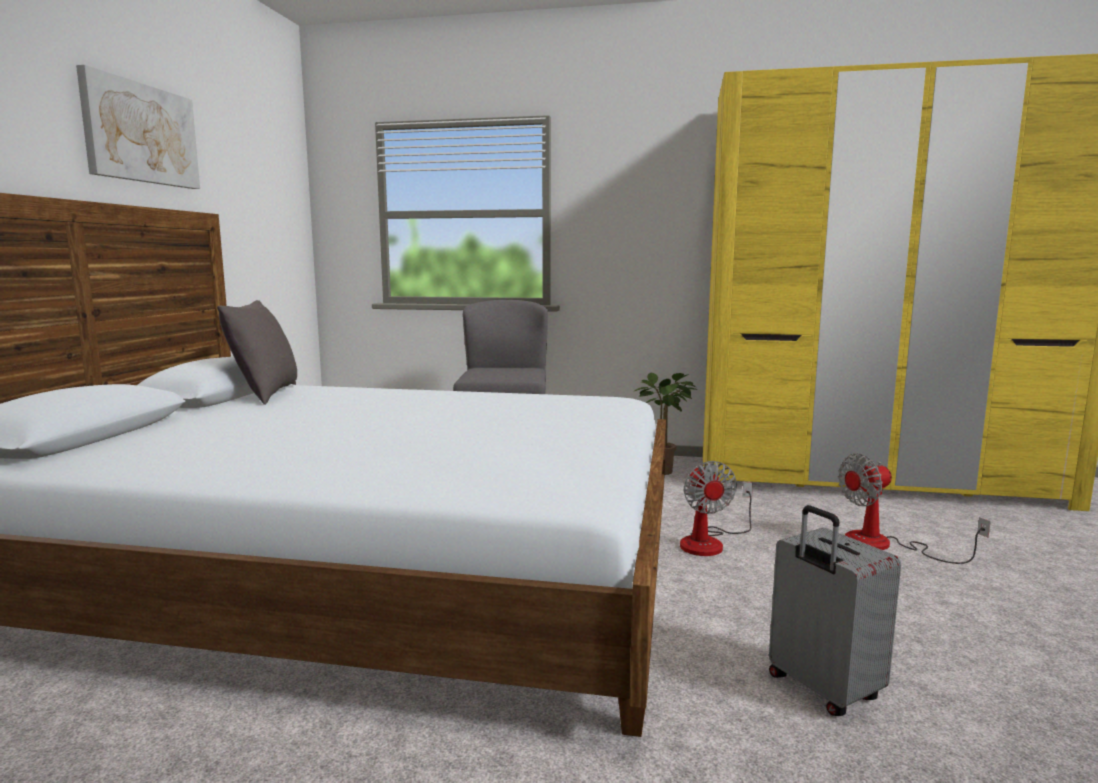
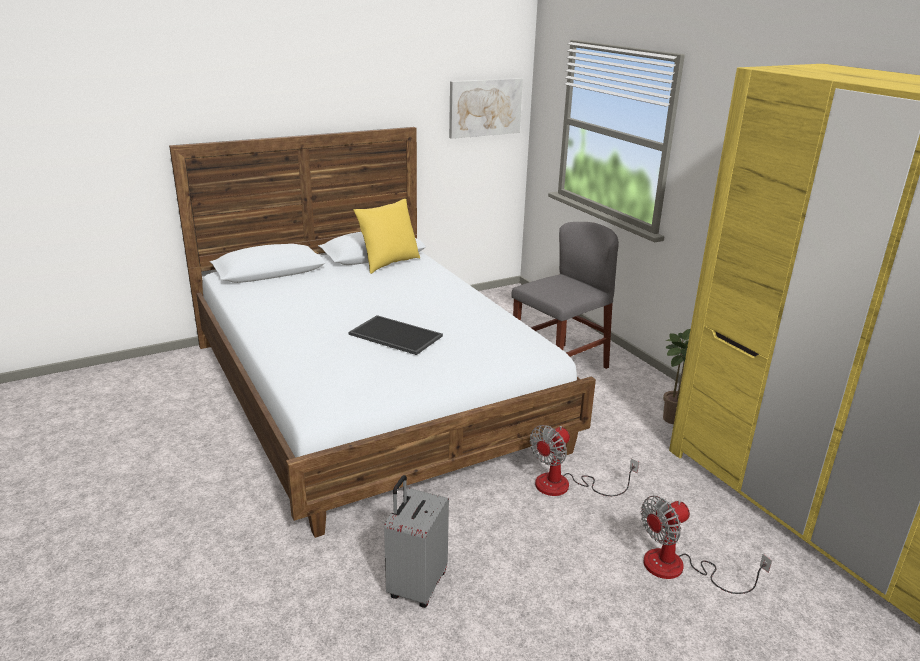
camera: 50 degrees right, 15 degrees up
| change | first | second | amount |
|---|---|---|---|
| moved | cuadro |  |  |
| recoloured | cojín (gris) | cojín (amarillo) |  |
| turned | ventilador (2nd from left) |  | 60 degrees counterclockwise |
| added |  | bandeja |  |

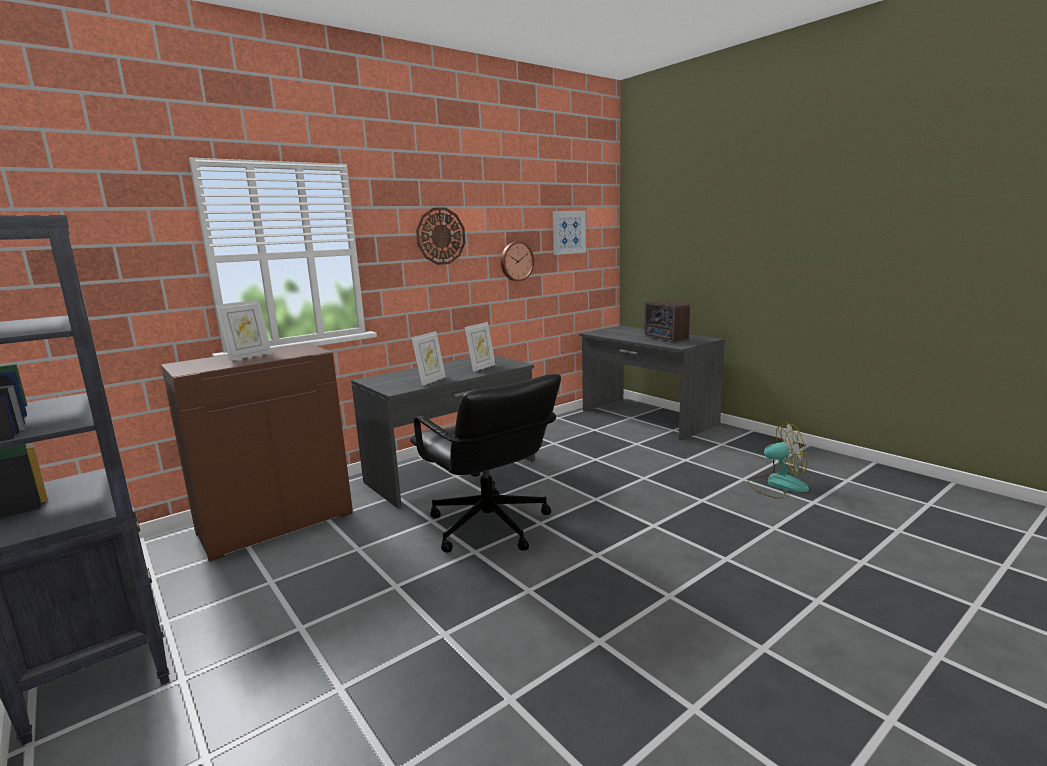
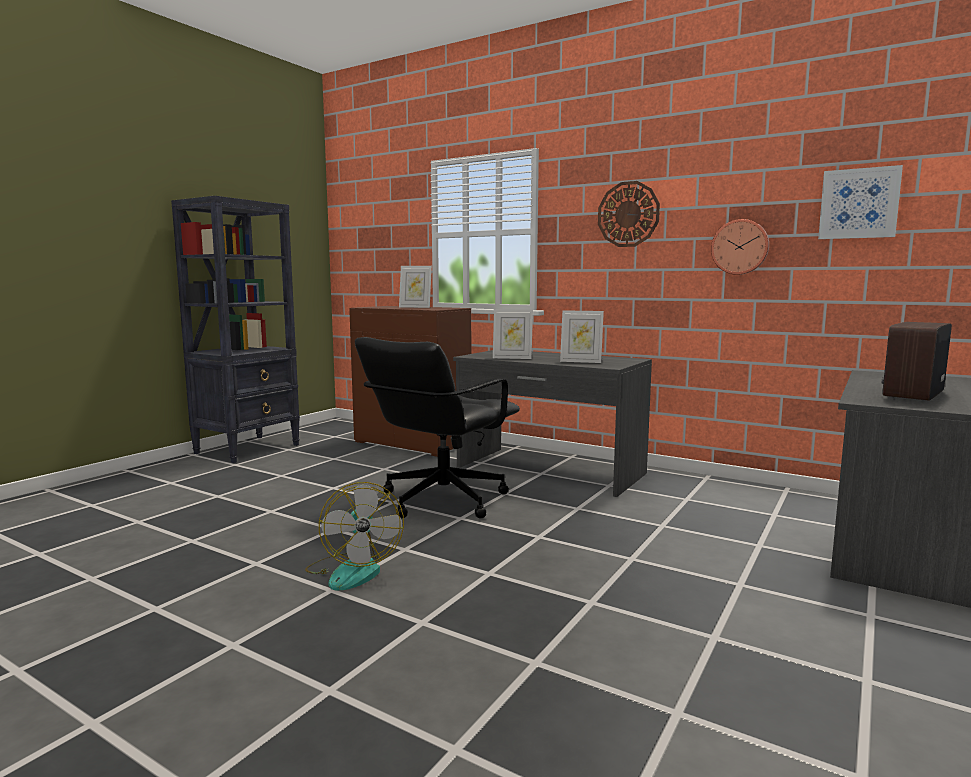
camera: 70 degrees right, 5 degrees down
| change | first | second | amount |
|---|---|---|---|
| moved | ventilador |  |  |

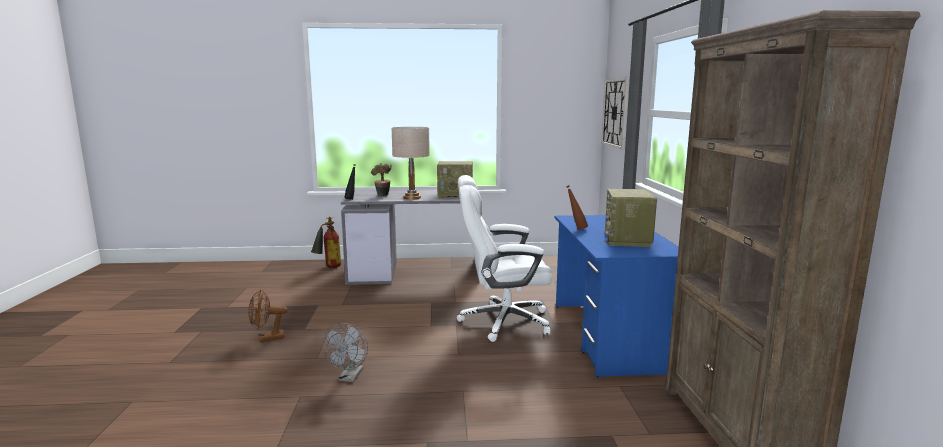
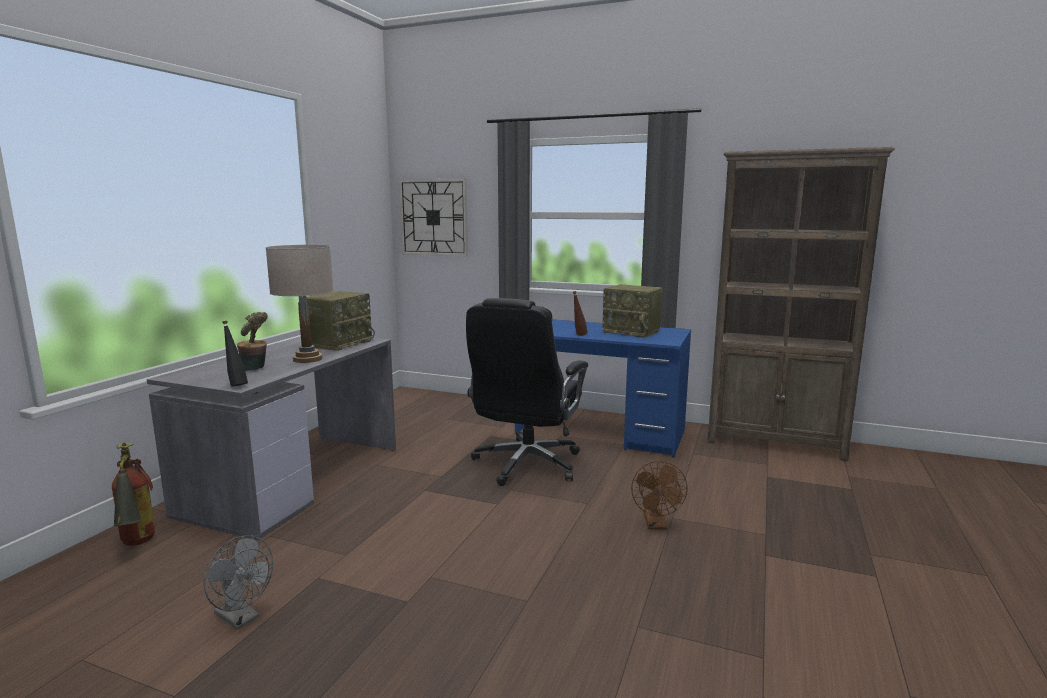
camera: 65 degrees left, 0 degrees up
| change | first | second | amount |
|---|---|---|---|
| moved | ventilador (marrón) |  |  |
| moved | ventilador (gris) |  |  |
| recoloured | silla de oficina (blanco) | silla de oficina (negro) |  |

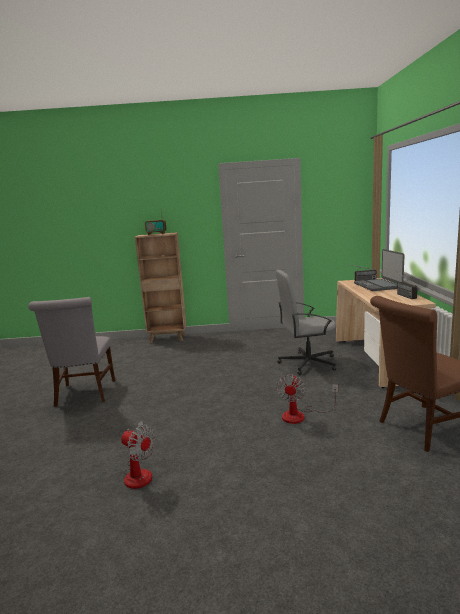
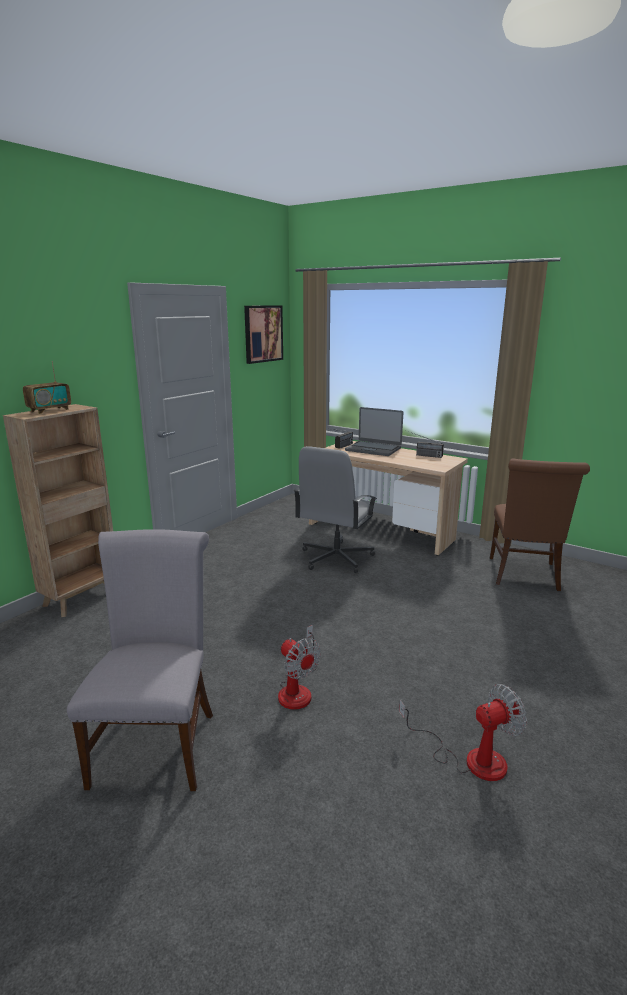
camera: 55 degrees left, 5 degrees up
| change | first | second | amount |
|---|---|---|---|
| turned | silla (gris) |  | 120 degrees counterclockwise |
| moved | ventilador (2nd from left in the first image) | ventilador (1st from left) |  |
| added |  | cuadro |  |

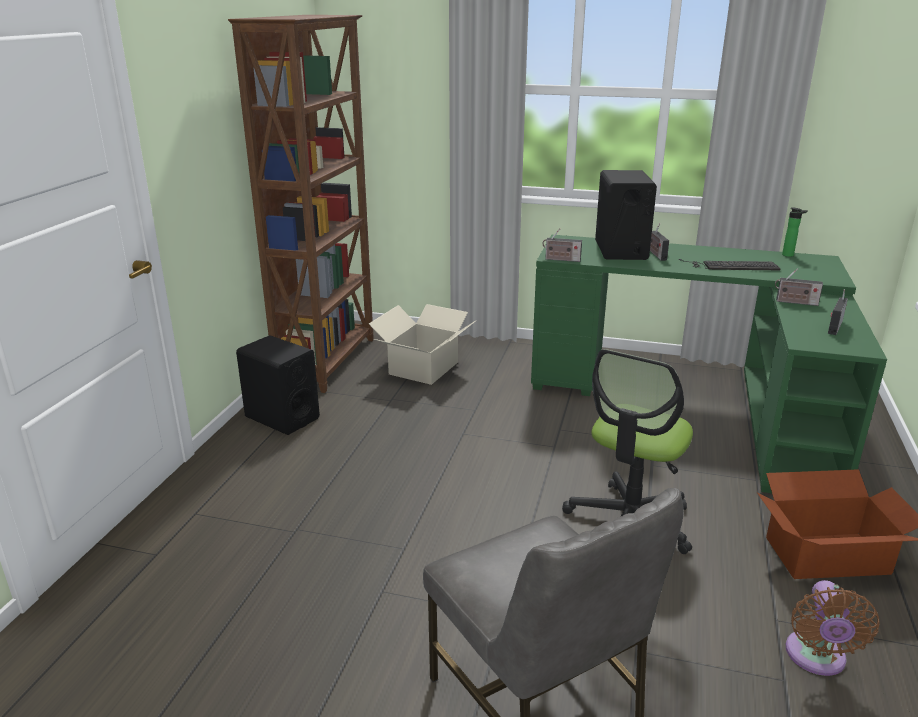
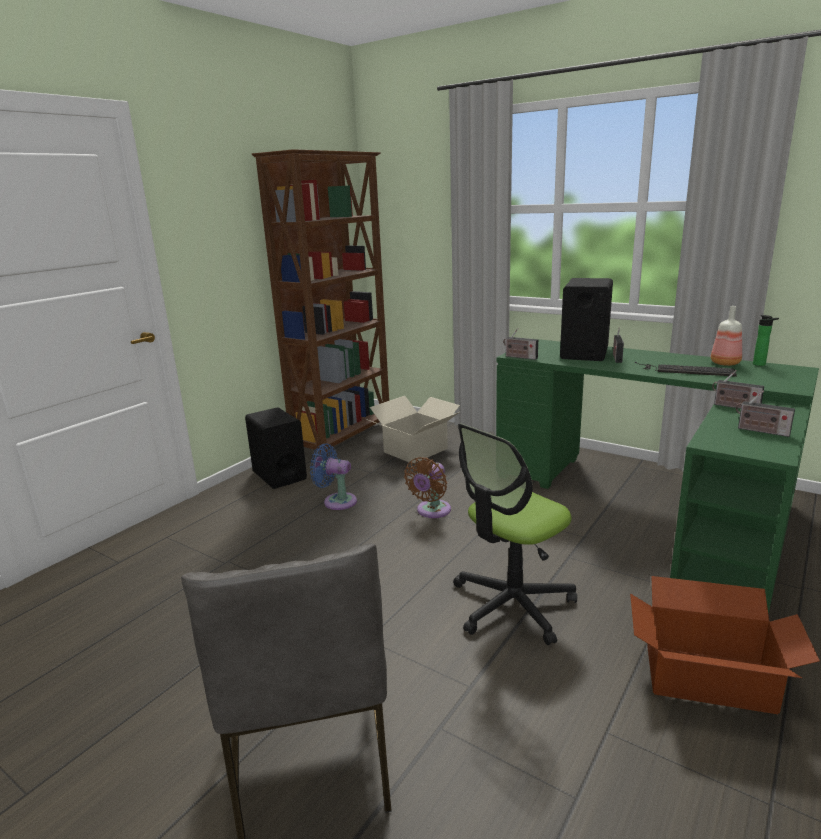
camera: 20 degrees right, 5 degrees down
| change | first | second | amount |
|---|---|---|---|
| moved | ventilador (marrón) |  |  |
| turned | radio (4th from left) |  | 105 degrees counterclockwise |
| added |  | ventilador (azul) |  |
| added |  | botella (1st from left) |  |

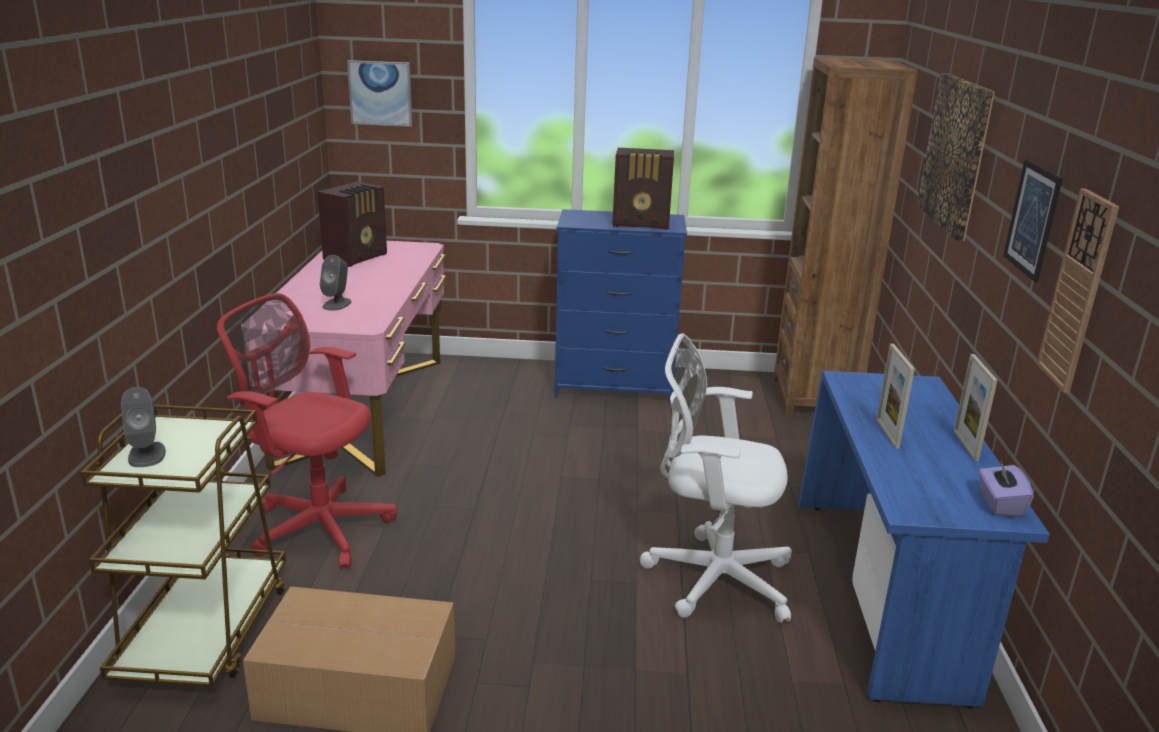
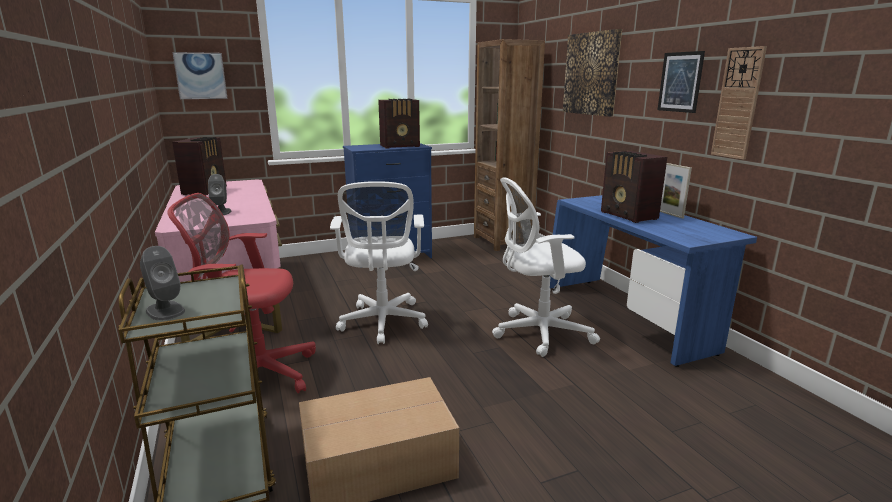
camera: 25 degrees left, 5 degrees down
| change | first | second | amount |
|---|---|---|---|
| replaced | portarretratos (1st from left) | radio (3rd from left) |  |
| removed | caja de pañuelos (morado) |  |  |
| added |  | silla de oficina (blanco) (1st from left) |  |

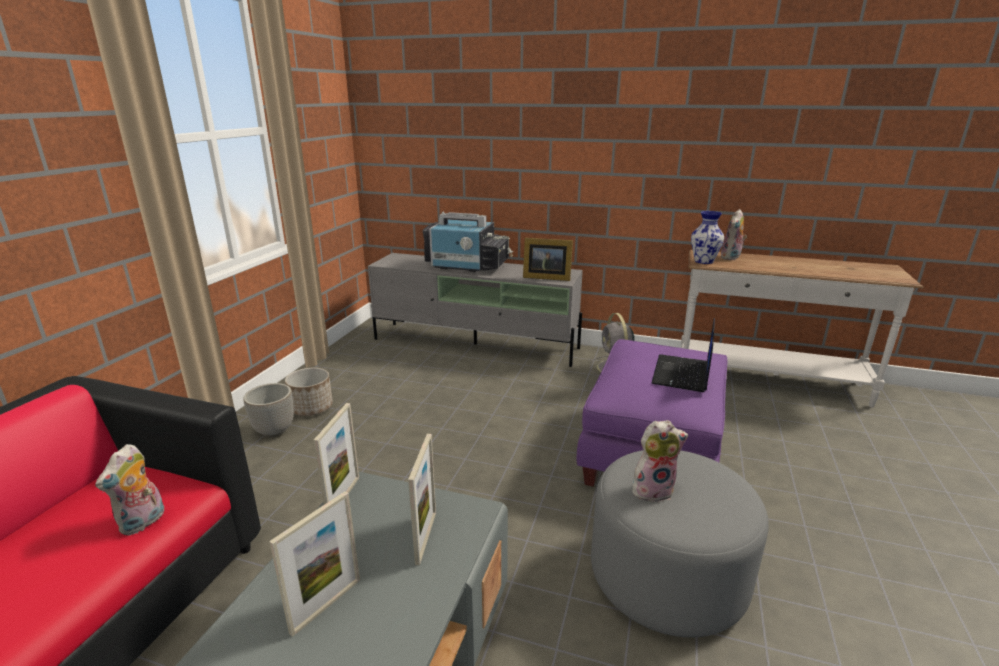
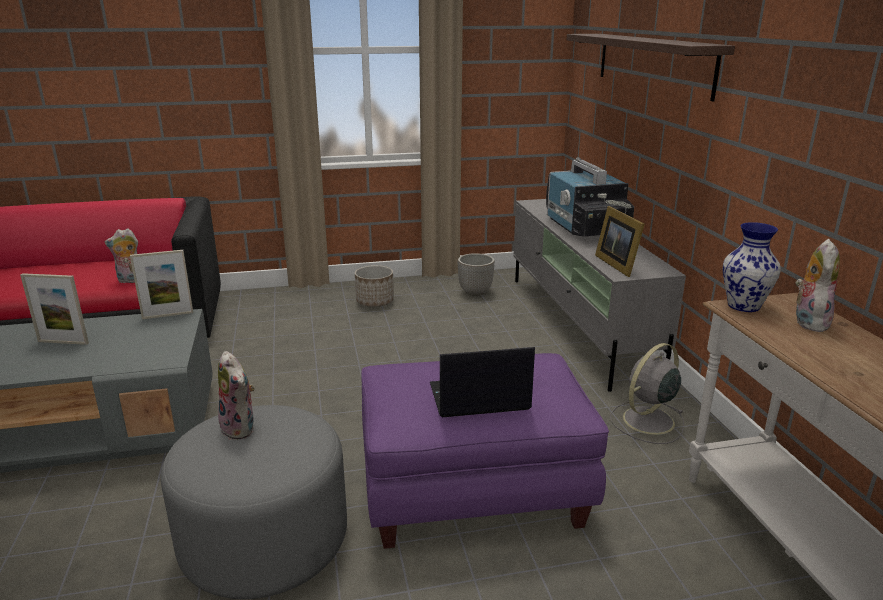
camera: 60 degrees right, 0 degrees up
| change | first | second | amount |
|---|---|---|---|
| moved | maceta (1st from left in the first image) | maceta (2nd from left) |  |
| removed | portarretratos (3rd from left) |  |  |
| turned | peluche (3rd from left) |  | 105 degrees clockwise |
| added |  | estante |  |

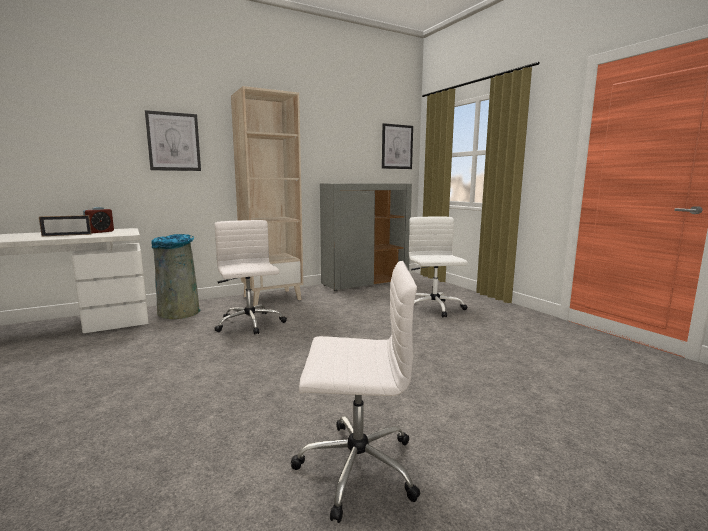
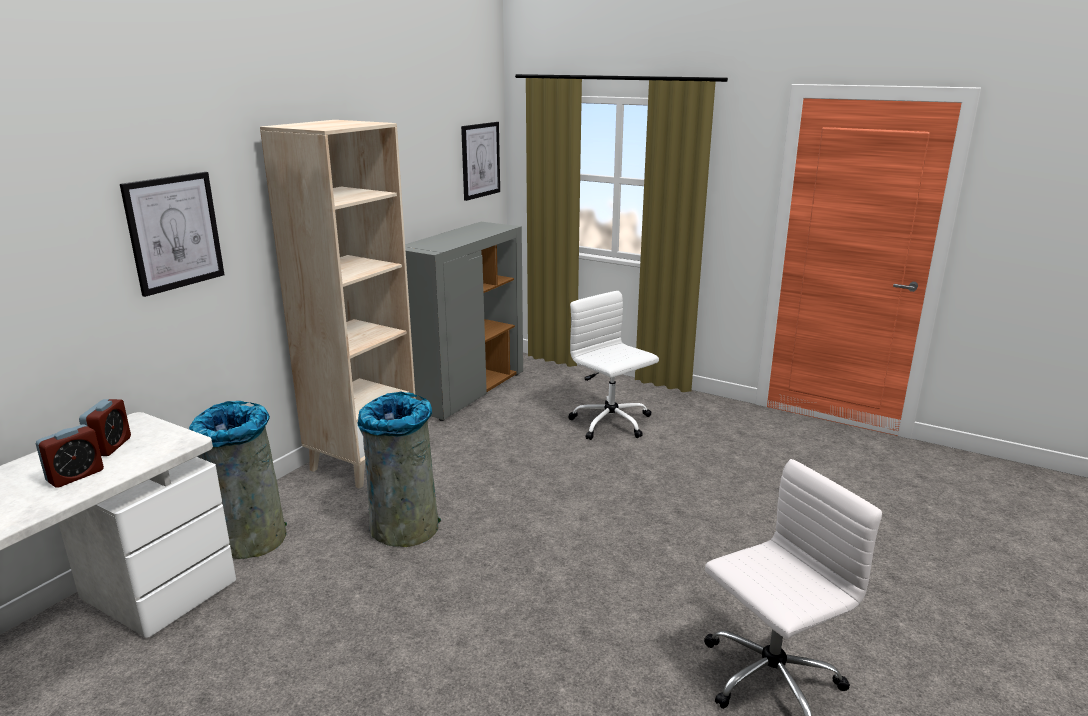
camera: 30 degrees left, 10 degrees up
| change | first | second | amount |
|---|---|---|---|
| replaced | portarretratos | despertador (1st from left) |  |
| replaced | silla de oficina (blanco) (1st from left) | papelera (gris) (2nd from left) |  |

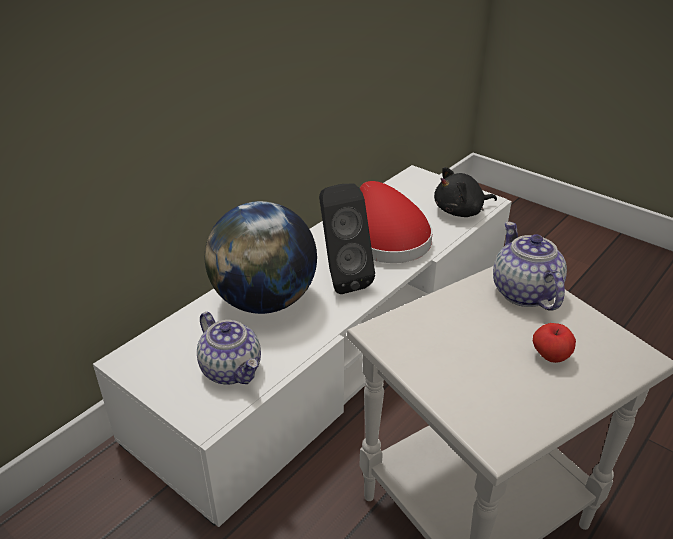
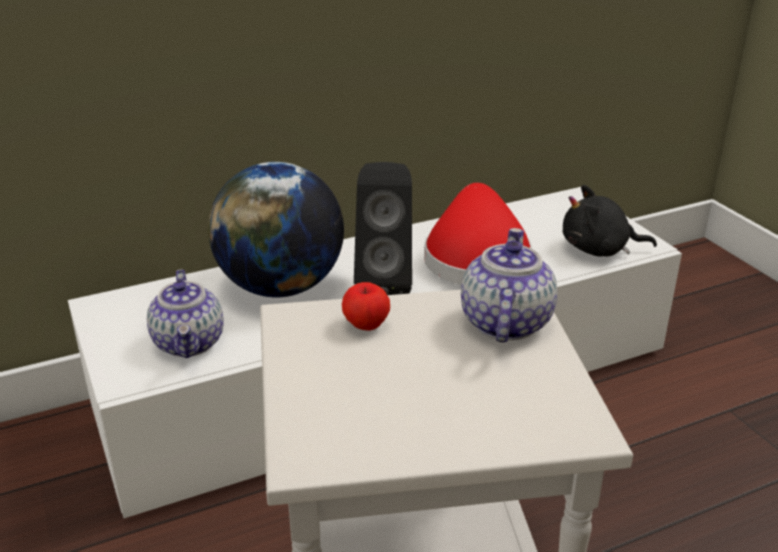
camera: 25 degrees right, 5 degrees down
| change | first | second | amount |
|---|---|---|---|
| moved | manzana |  |  |

